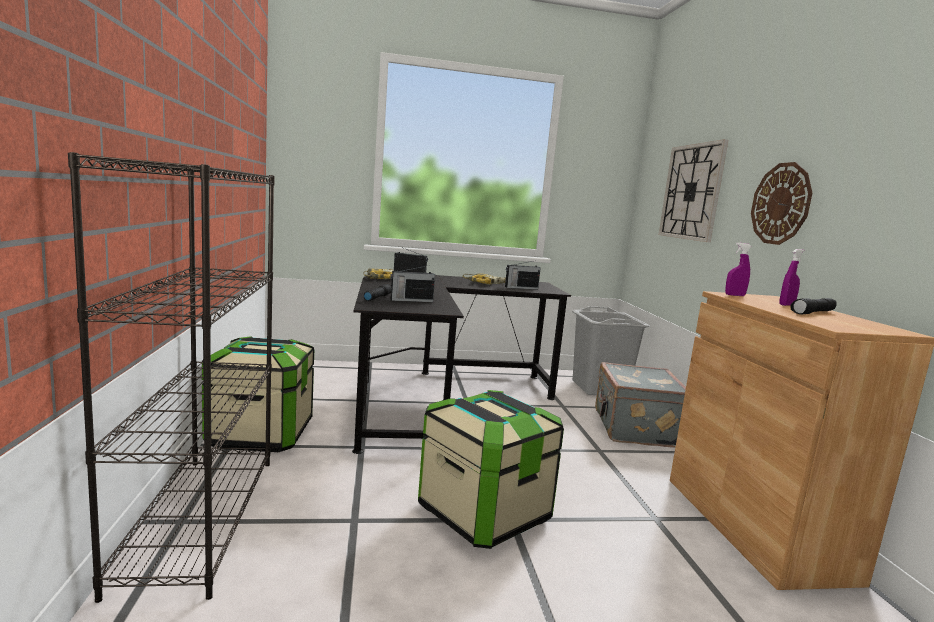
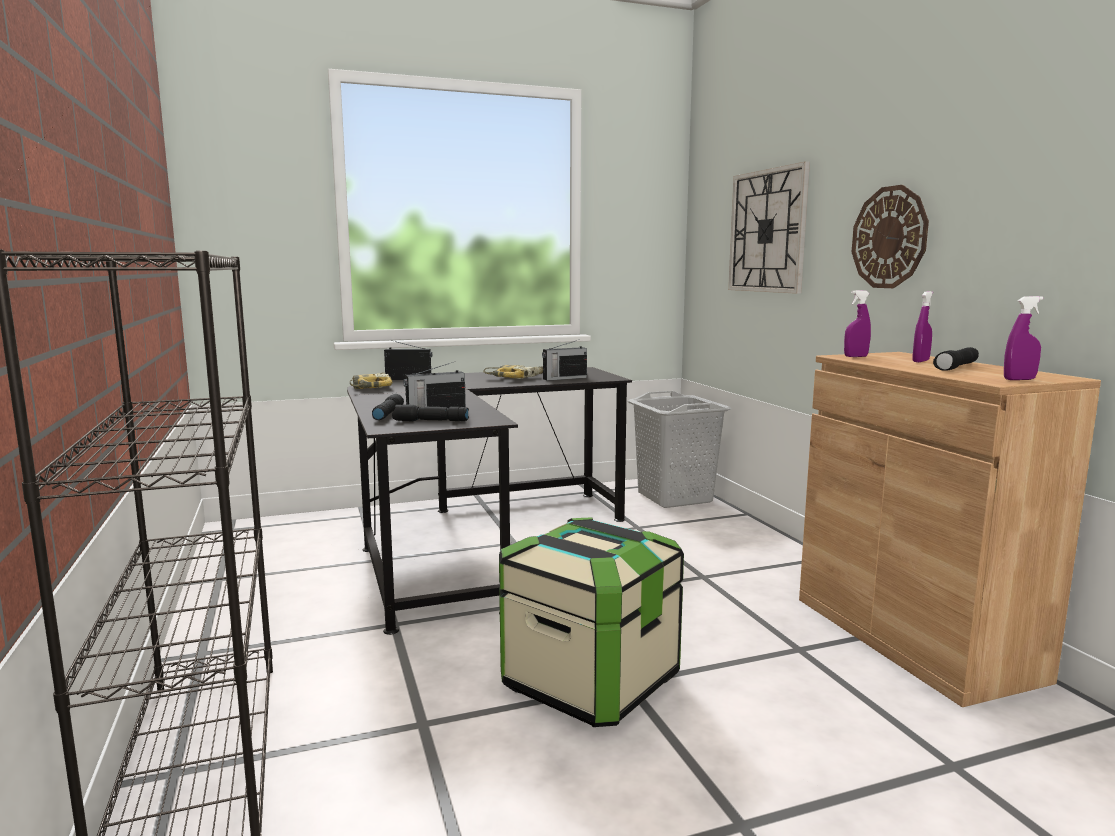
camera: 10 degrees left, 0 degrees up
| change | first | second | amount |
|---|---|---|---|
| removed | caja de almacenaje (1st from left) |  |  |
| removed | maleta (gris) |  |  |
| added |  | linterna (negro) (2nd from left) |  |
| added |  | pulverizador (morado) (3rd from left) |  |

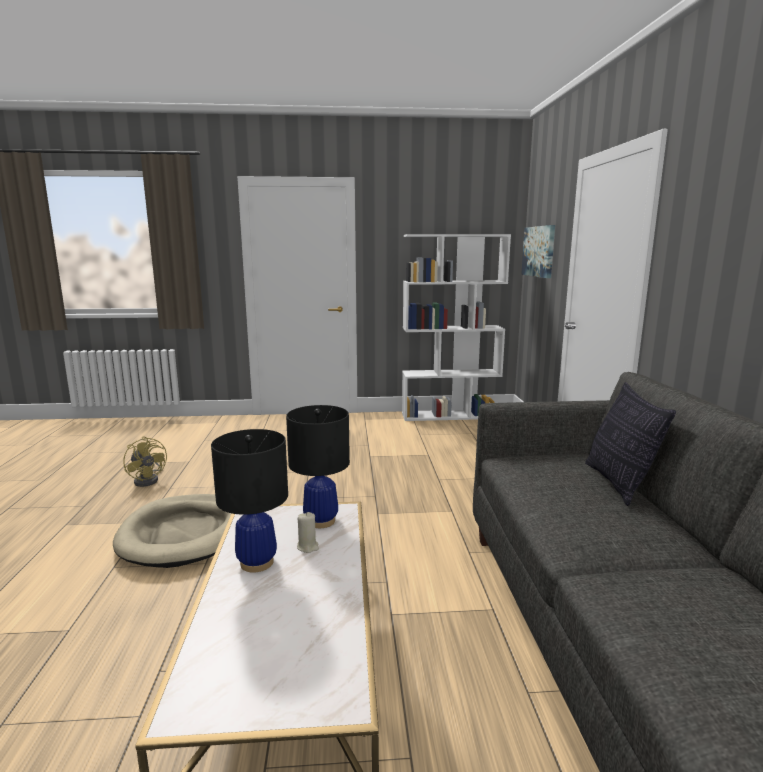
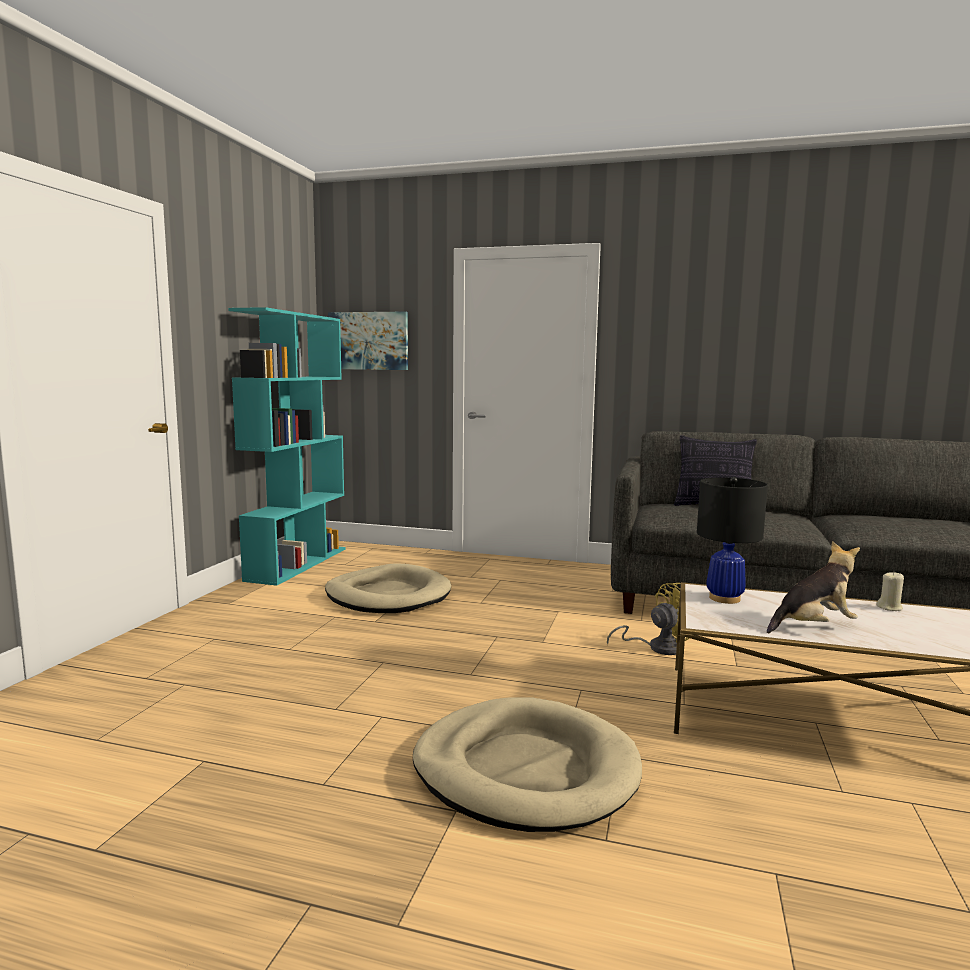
camera: 70 degrees left, 5 degrees down
| change | first | second | amount |
|---|---|---|---|
| moved | ventilador (amarillo) |  |  |
| replaced | lámpara de mesa (negro) (1st from left) | peluche |  |
| moved | vela (beis) |  |  |
| recoloured | estantería (blanco) | estantería (turquesa) |  |
| added |  | cama para perro (beis) (1st from left) |  |

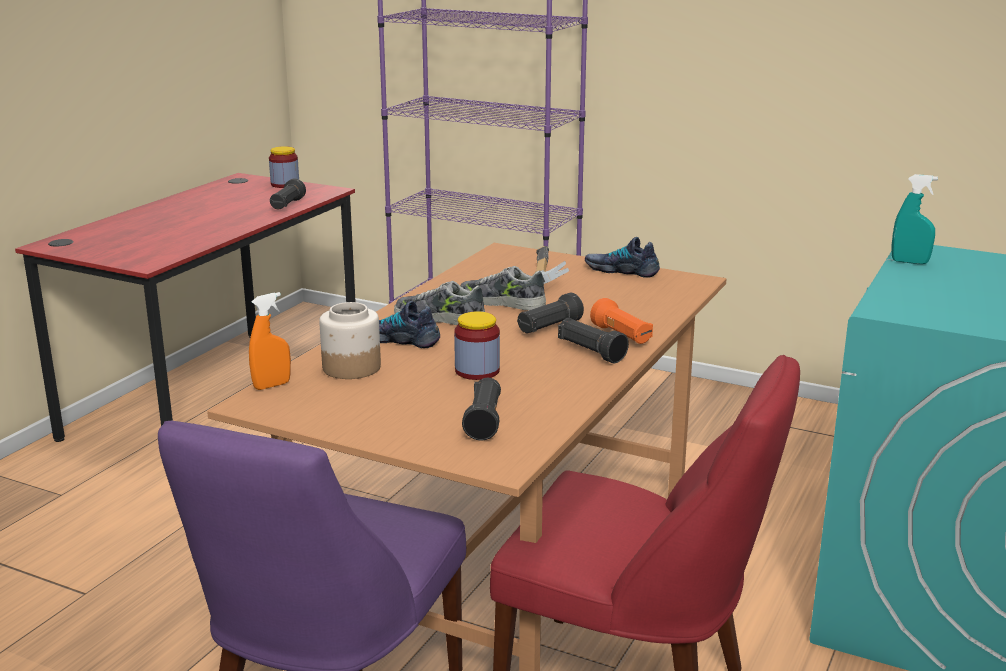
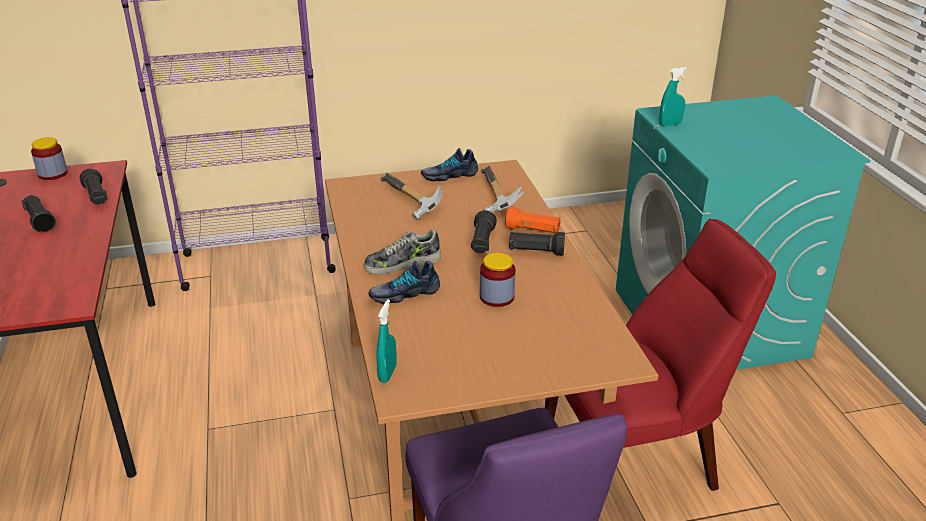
camera: 40 degrees left, 10 degrees up
| change | first | second | amount |
|---|---|---|---|
| recoloured | pulverizador (naranja) | pulverizador (turquesa) (1st from left) |  |
| removed | tarro (2nd from left) |  |  |
| removed | zapato (3rd from left) |  |  |
| moved | linterna (negro) (2nd from left in the first image) | linterna (negro) (1st from left) |  |
| added |  | martillo (2nd from left) |  |

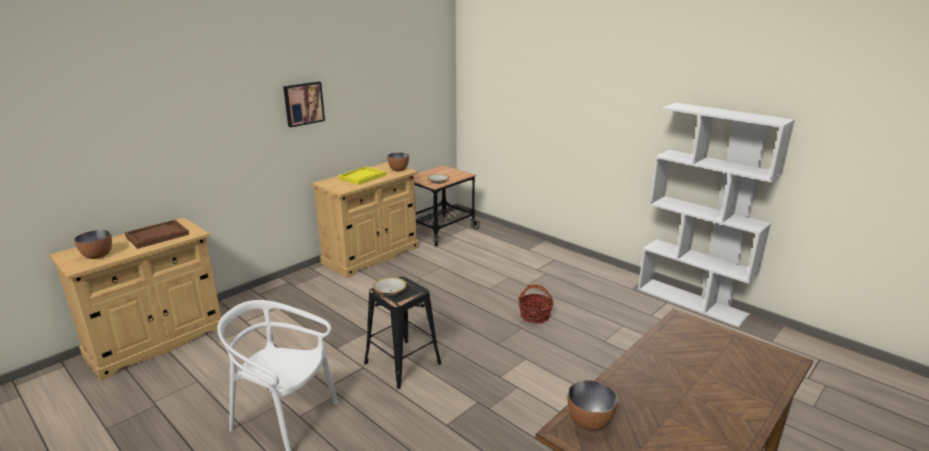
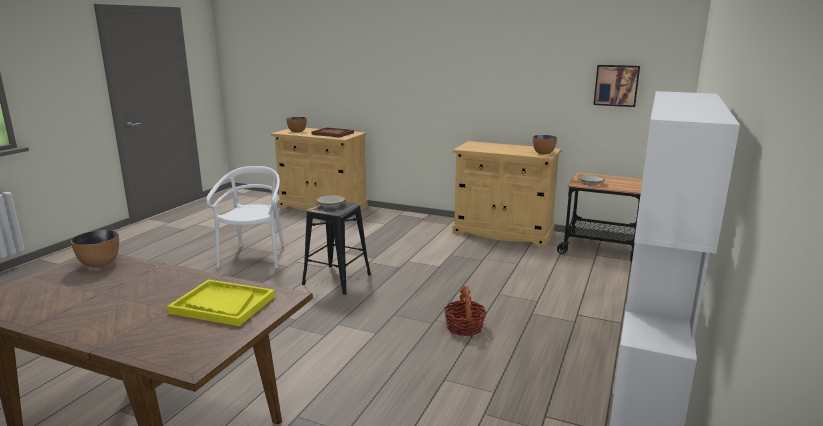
camera: 70 degrees right, 5 degrees down
| change | first | second | amount |
|---|---|---|---|
| moved | cuadro |  |  |
| moved | bandeja (amarillo) |  |  |

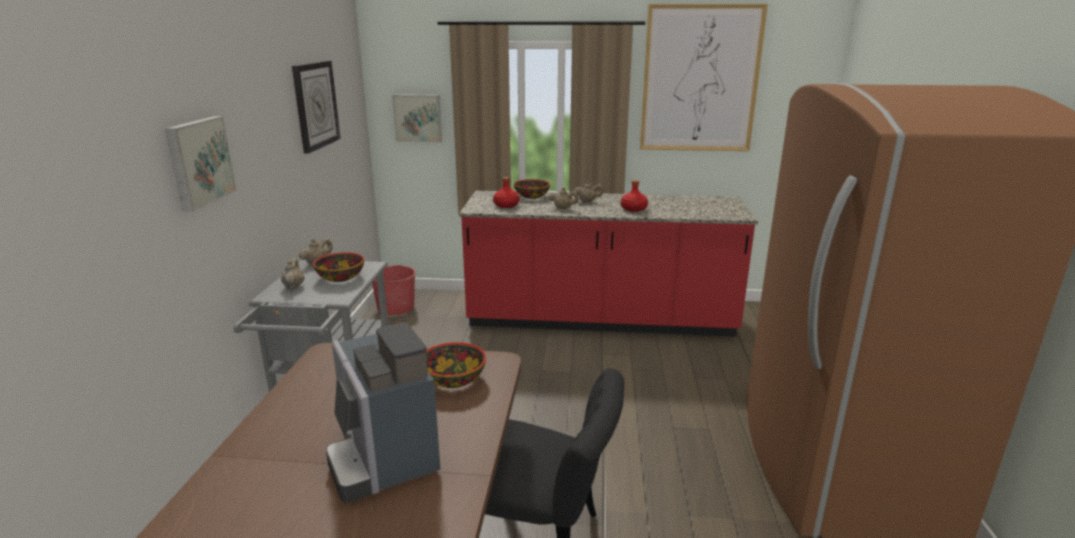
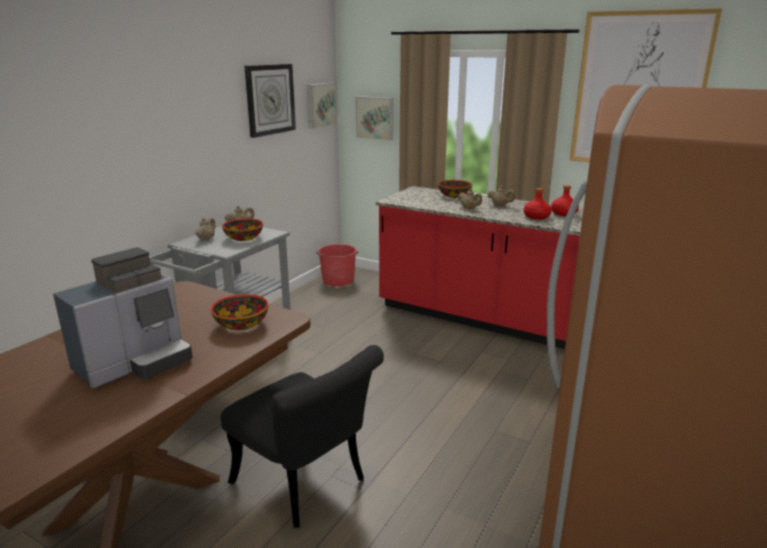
camera: 25 degrees right, 0 degrees up
| change | first | second | amount |
|---|---|---|---|
| moved | cuadro (1st from left) |  |  |
| turned | cafetera |  | 135 degrees counterclockwise |
| moved | botella (rojo) (1st from left in the first image) | botella (rojo) (2nd from left) |  |

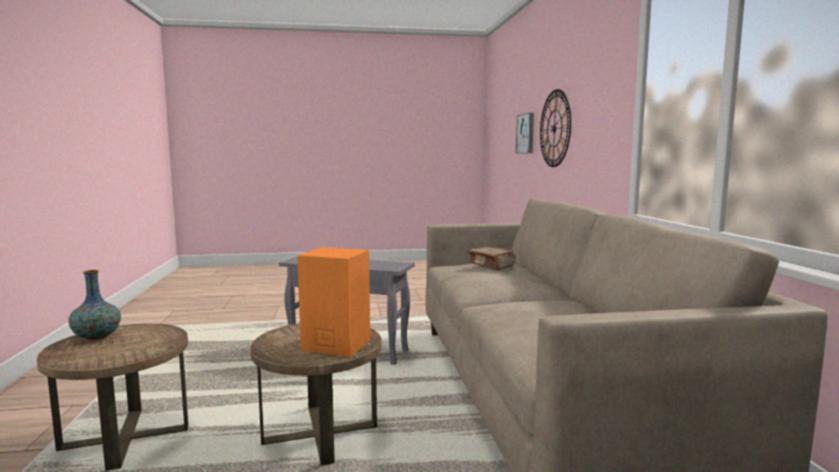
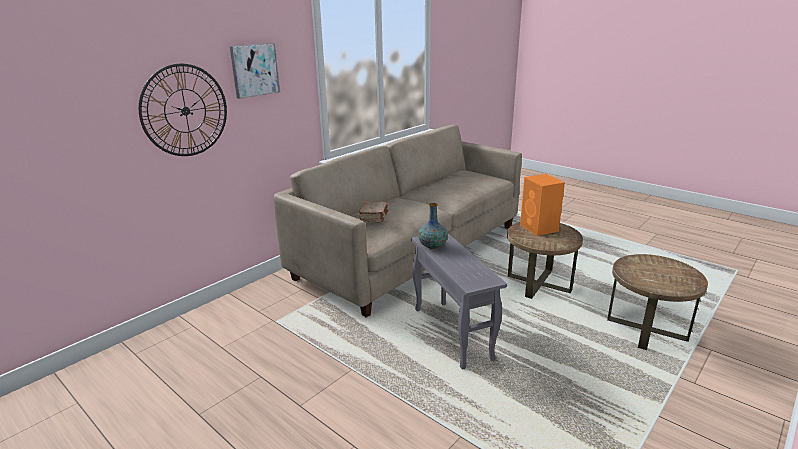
camera: 130 degrees left, 15 degrees up
| change | first | second | amount |
|---|---|---|---|
| moved | florero |  |  |
| moved | cuadro |  |  |

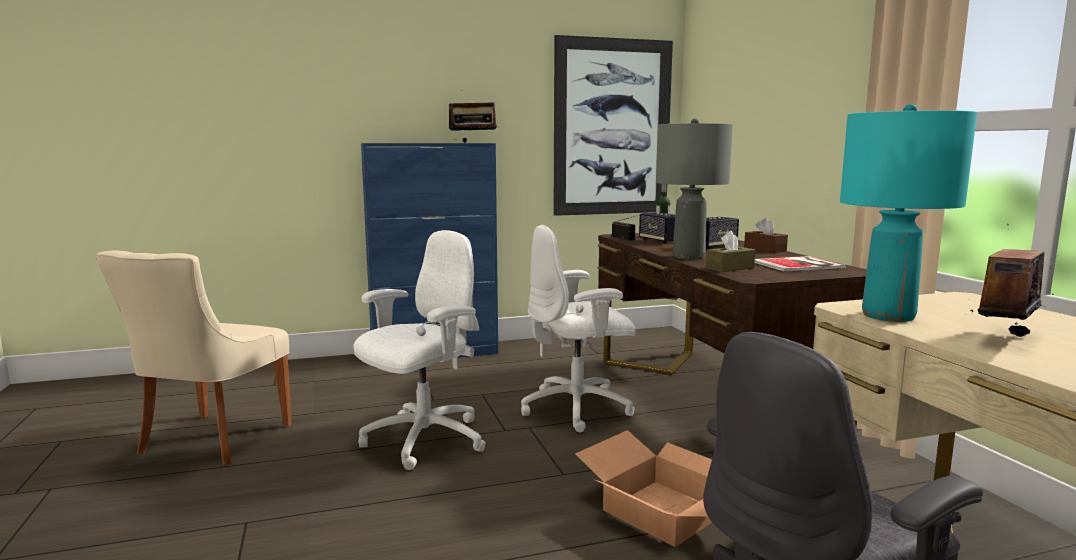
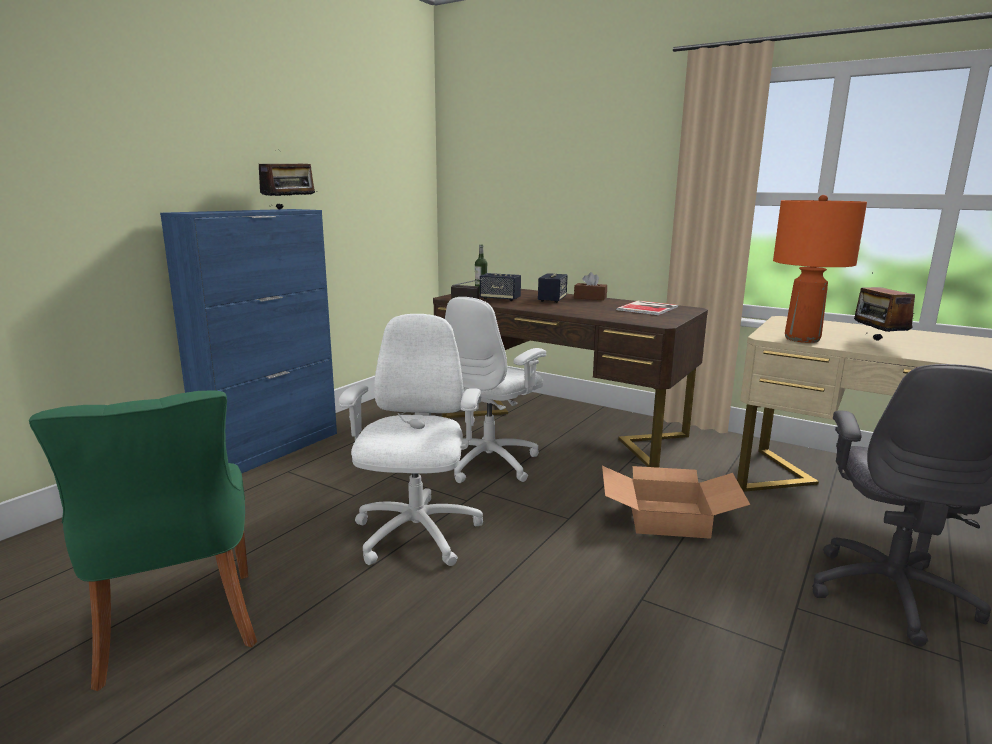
camera: 40 degrees left, 5 degrees up
| change | first | second | amount |
|---|---|---|---|
| recoloured | silla (beis) | silla (verde) |  |
| removed | cuadro |  |  |
| removed | lámpara de mesa (gris) |  |  |
| removed | caja de pañuelos (marrón) (1st from left) |  |  |
| recoloured | lámpara de mesa (turquesa) | lámpara de mesa (naranja) |  |

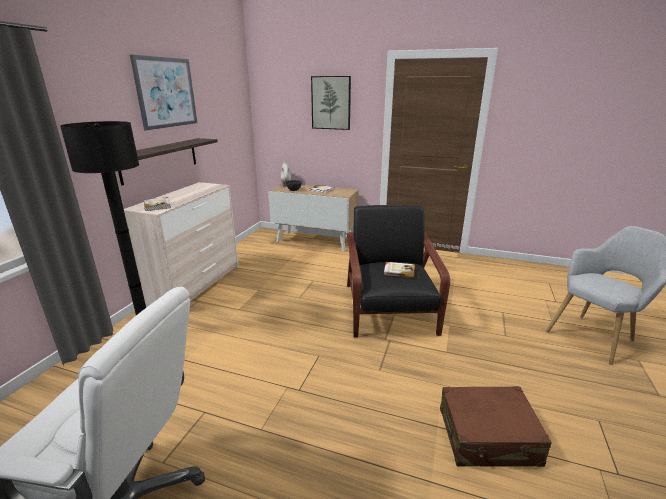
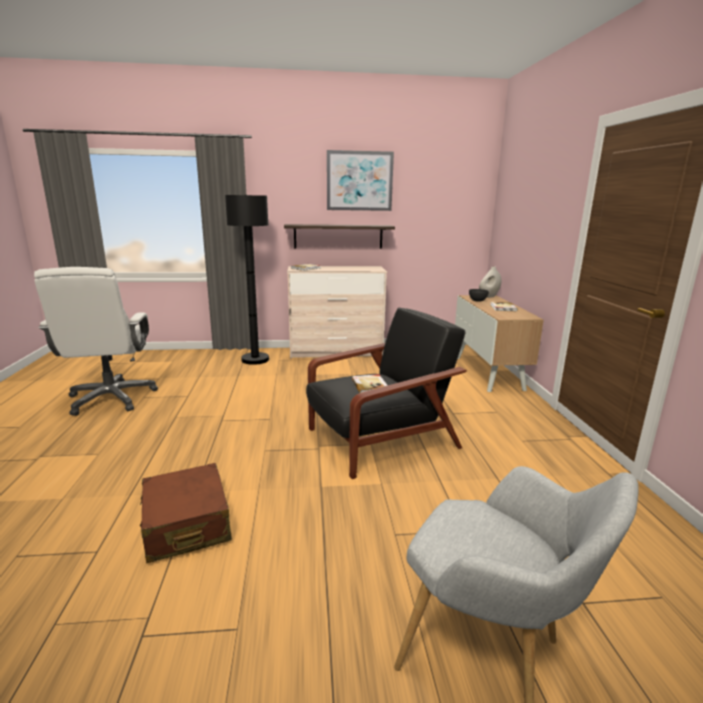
camera: 65 degrees right, 5 degrees down
| change | first | second | amount |
|---|---|---|---|
| removed | cuadro (2nd from left) |  |  |

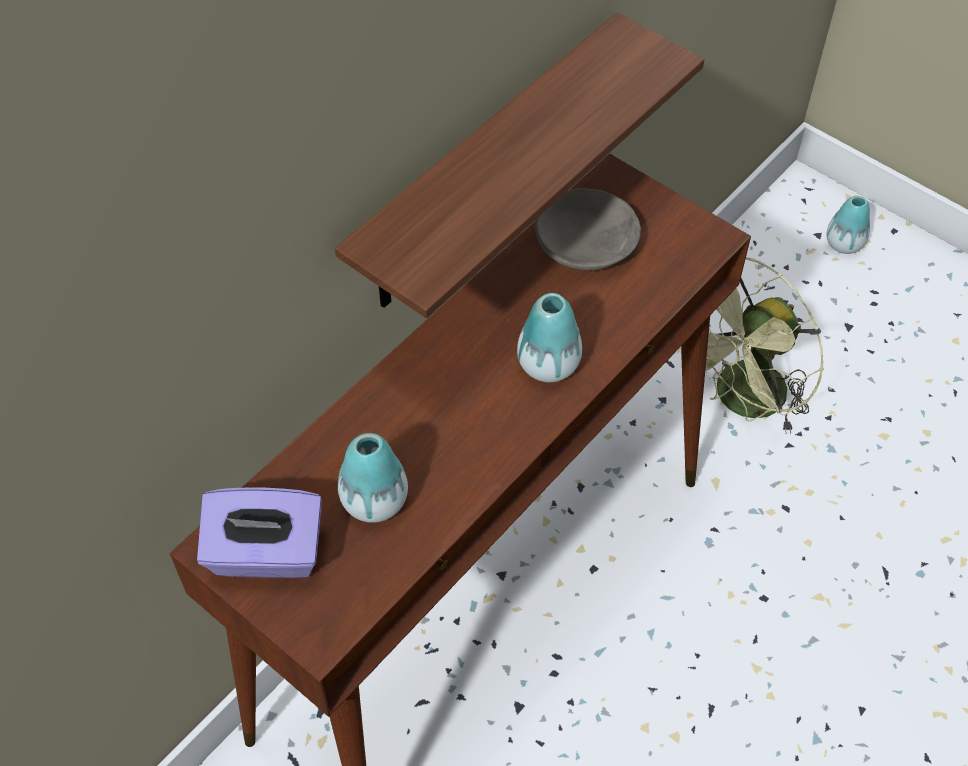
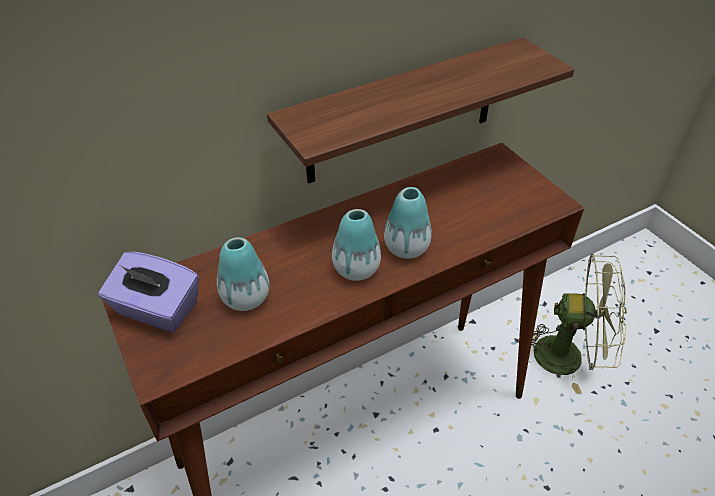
camera: 20 degrees right, 10 degrees down
| change | first | second | amount |
|---|---|---|---|
| removed | cuenco (gris) |  |  |
| turned | ventilador (verde) |  | 150 degrees counterclockwise |
| moved | florero (3rd from left in the first image) | florero (2nd from left) |  |

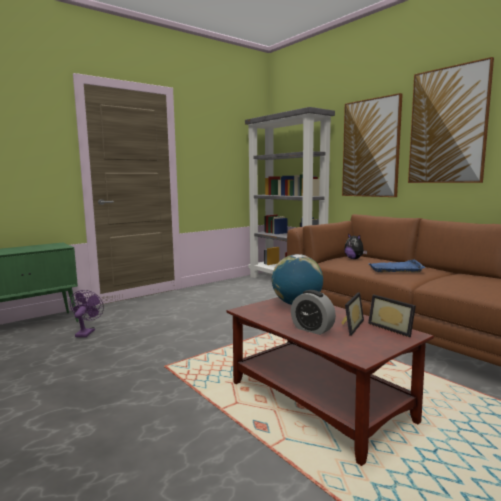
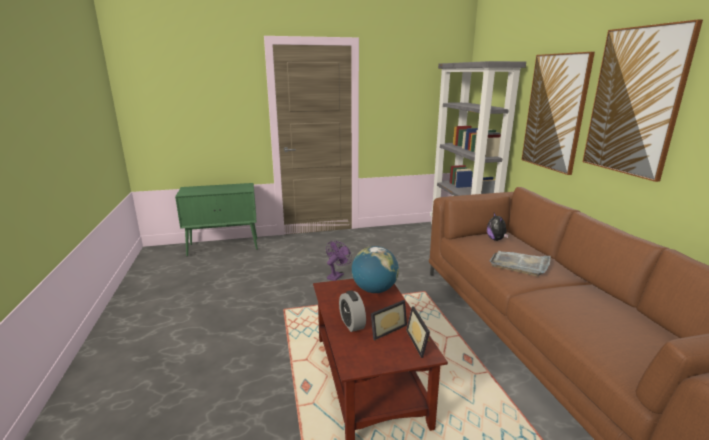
camera: 25 degrees right, 10 degrees up
| change | first | second | amount |
|---|---|---|---|
| moved | ventilador (morado) |  |  |
| recoloured | bandeja (azul) | bandeja (gris) |  |

